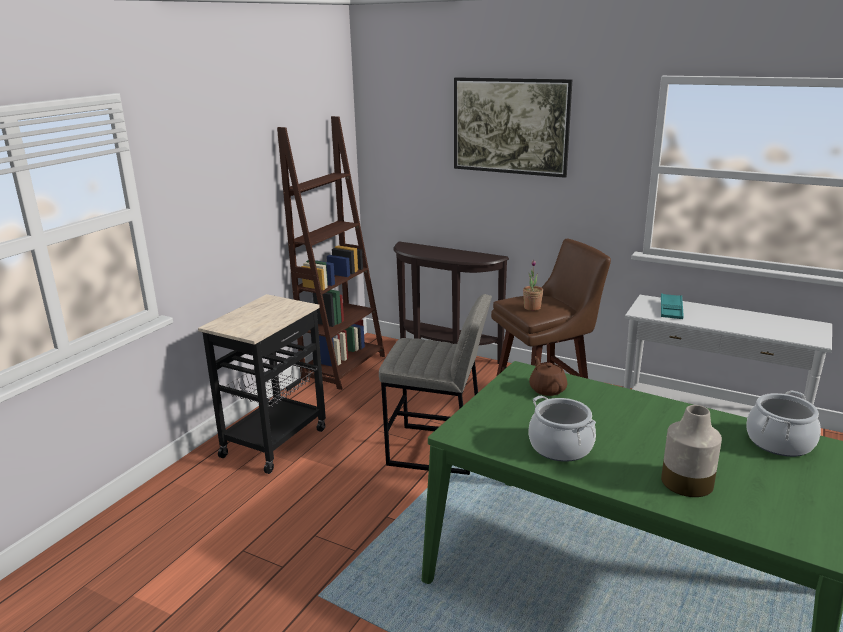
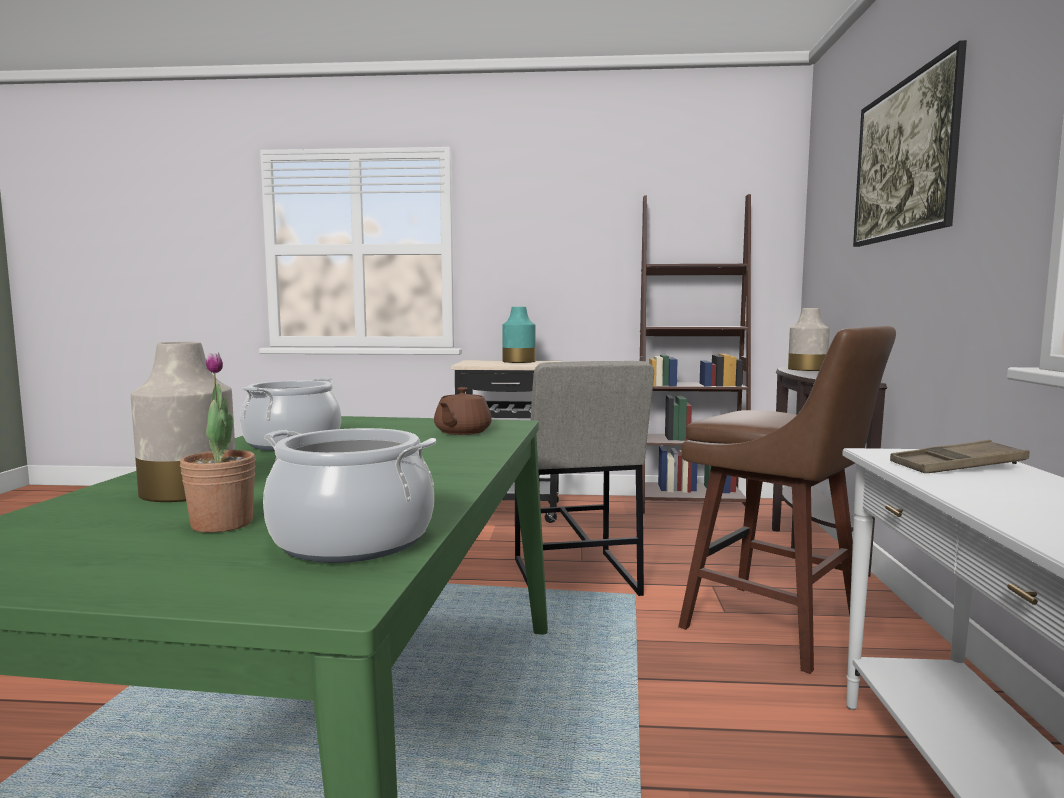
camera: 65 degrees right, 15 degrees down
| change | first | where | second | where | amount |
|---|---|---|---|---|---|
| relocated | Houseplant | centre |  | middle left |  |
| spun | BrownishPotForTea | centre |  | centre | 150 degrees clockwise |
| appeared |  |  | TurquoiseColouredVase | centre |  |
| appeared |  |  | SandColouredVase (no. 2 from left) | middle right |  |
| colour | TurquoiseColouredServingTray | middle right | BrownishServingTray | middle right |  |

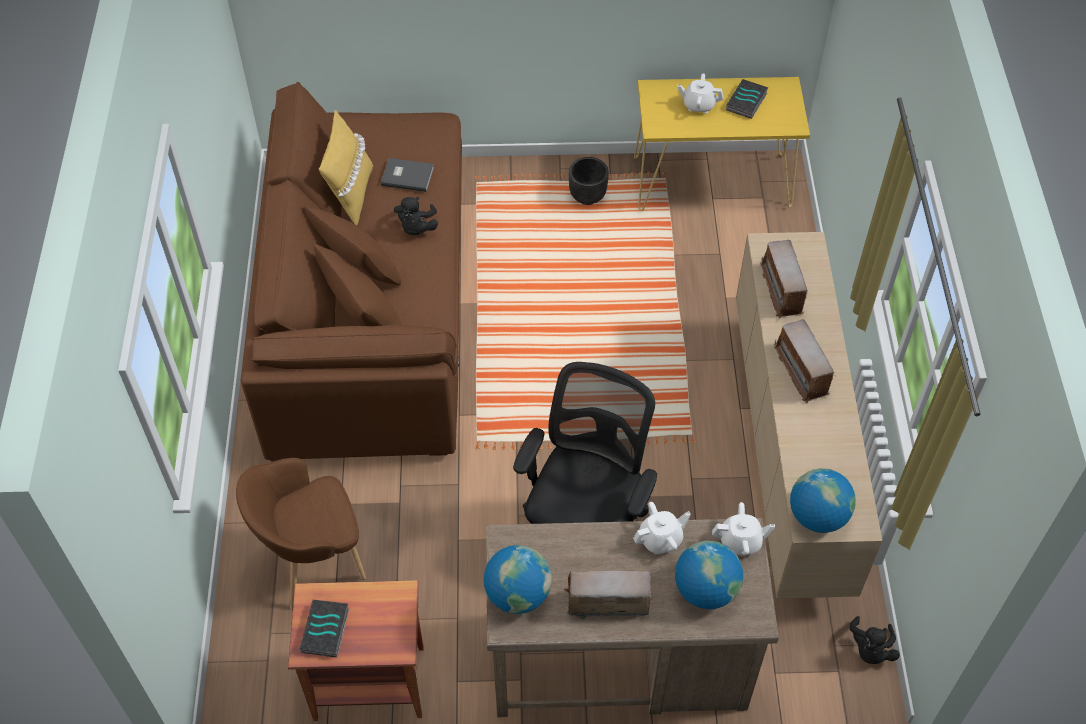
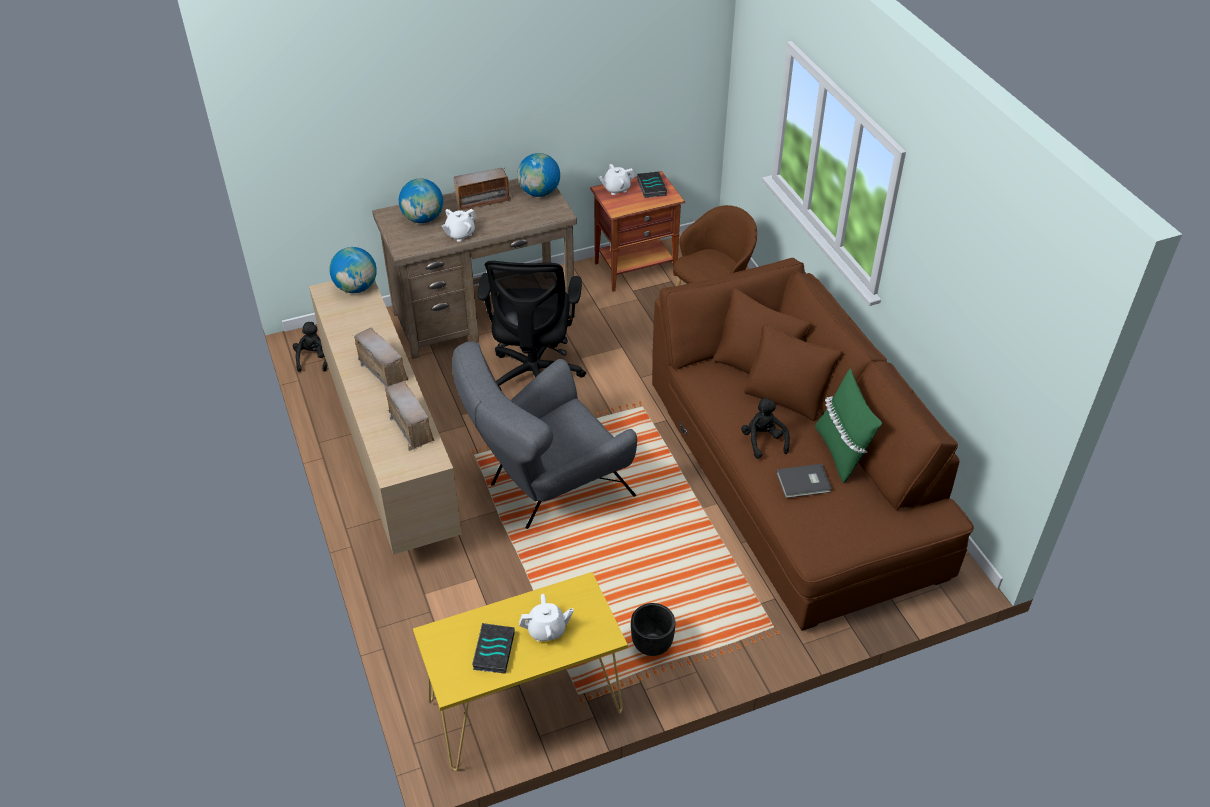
camera: 160 degrees right, 10 degrees down
| change | first | where | second | where | amount |
|---|---|---|---|---|---|
| appeared |  |  | GreyishArmchair | centre |  |
| relocated | WhitePotForTea (no. 3 from left) | bottom right |  | top centre |  |
| colour | YellowThrowPillow | top left | GreenColouredThrowPillow | middle right |  |

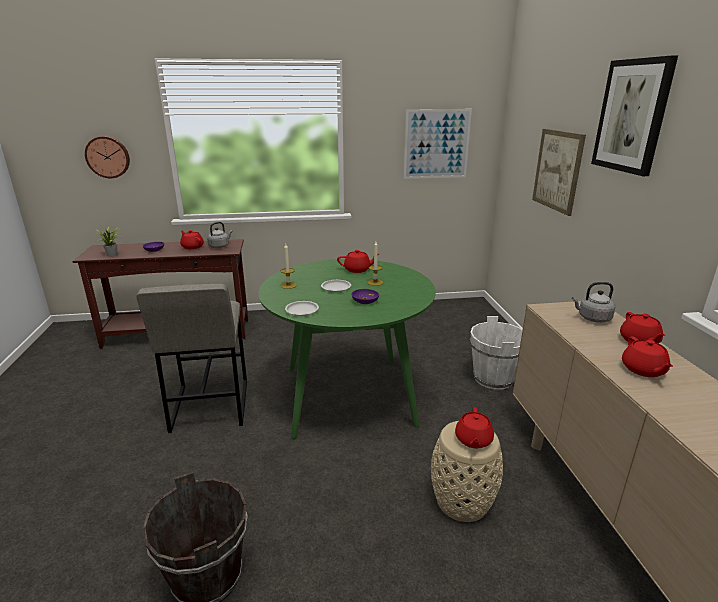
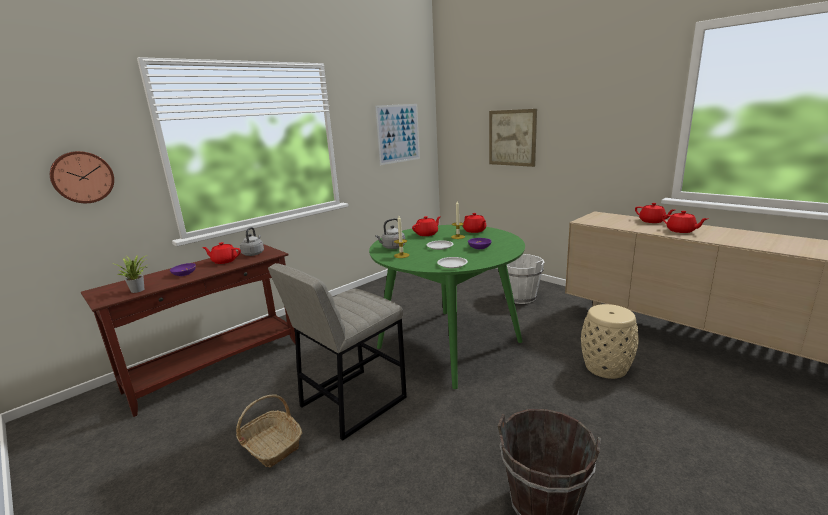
camera: 35 degrees left, 5 degrees down
| change | first | where | second | where | amount |
|---|---|---|---|---|---|
| appeared |  |  | StorageBasket | bottom left |  |
| spun | GreyishChair | middle left |  | bottom centre | 90 degrees clockwise |
| relocated | GreyishTeaKettle (no. 2 from left) | middle right |  | centre |  |
| relocated | RedColouredPotForTea (no. 3 from left) | bottom centre |  | centre |  |
| missing | WallPicture (no. 3 from left) | top right |  |  |  |

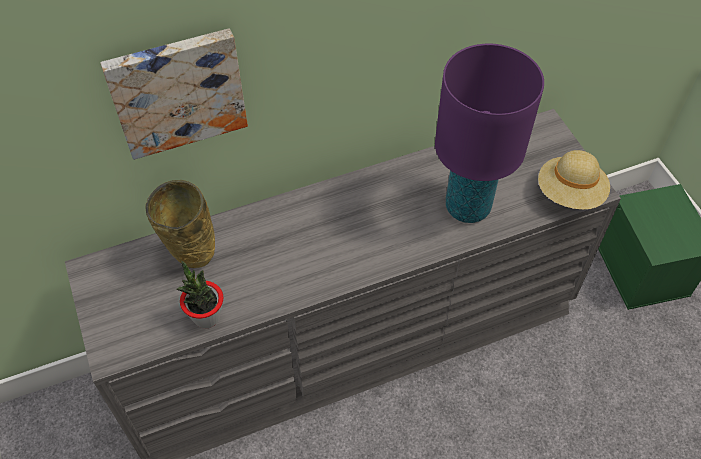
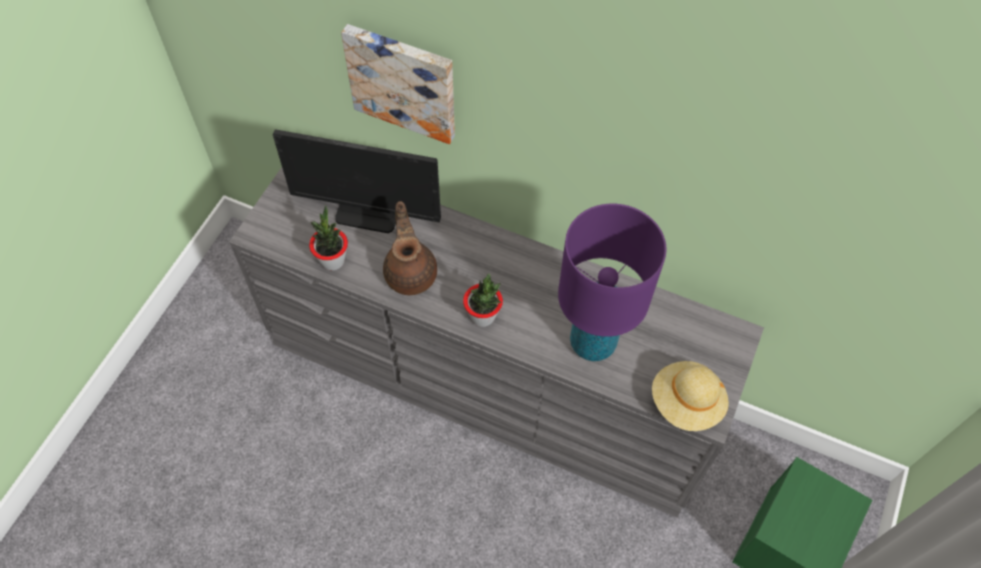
camera: 45 degrees right, 5 degrees up
| change | first | where | second | where | amount |
|---|---|---|---|---|---|
| exchanged | SandColouredVase | middle left | Monitor | top centre |  |
| appeared |  |  | BrownishPotForTea | centre |  |
| appeared |  |  | Houseplant (no. 2 from left) | centre |  |

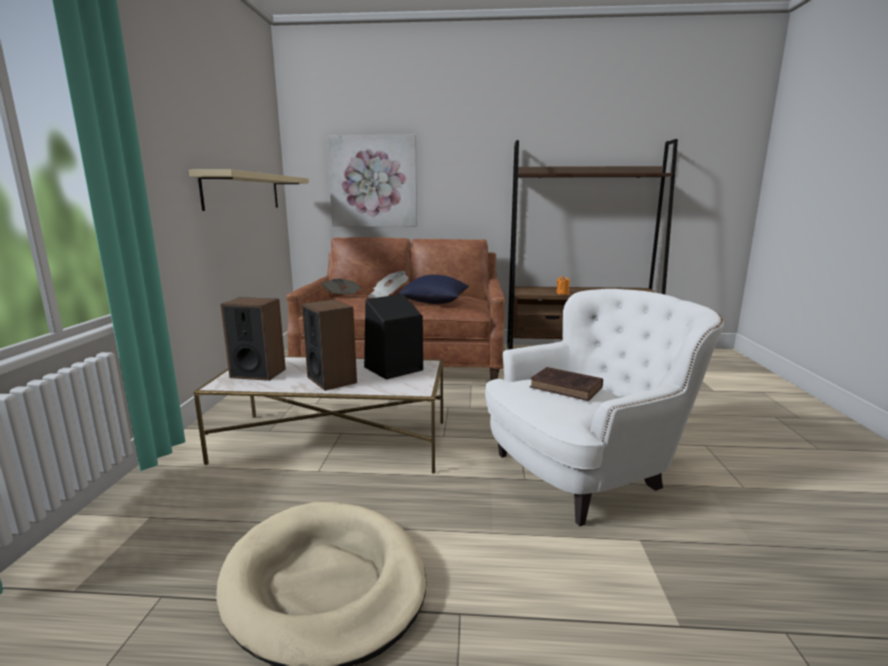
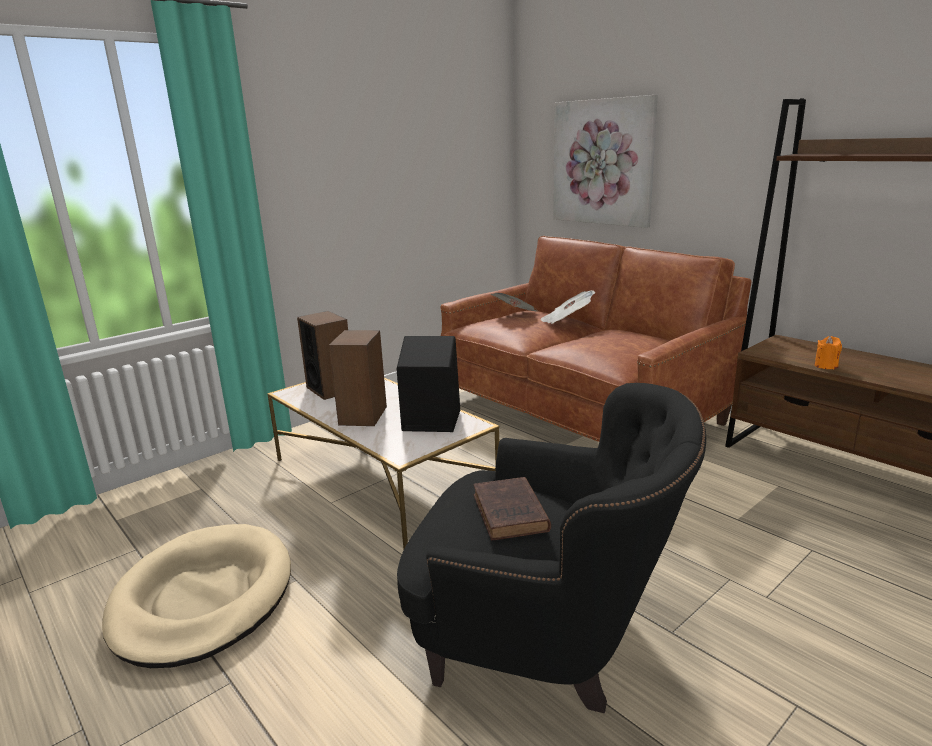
camera: 45 degrees right, 5 degrees up
| change | first | where | second | where | amount |
|---|---|---|---|---|---|
| colour | WhiteArmchair | middle right | BlackArmchair | bottom centre |  |
| missing | SandColouredShelf | top left |  |  |  |
| missing | BlueColouredThrowPillow | centre |  |  |  |

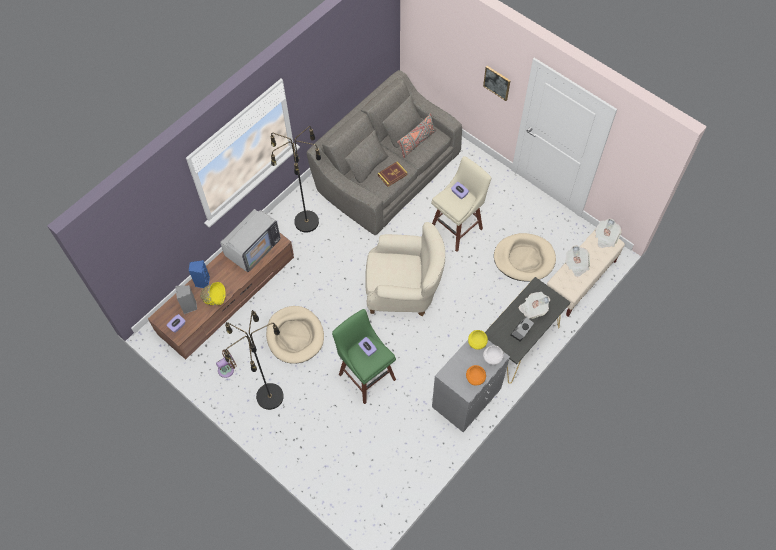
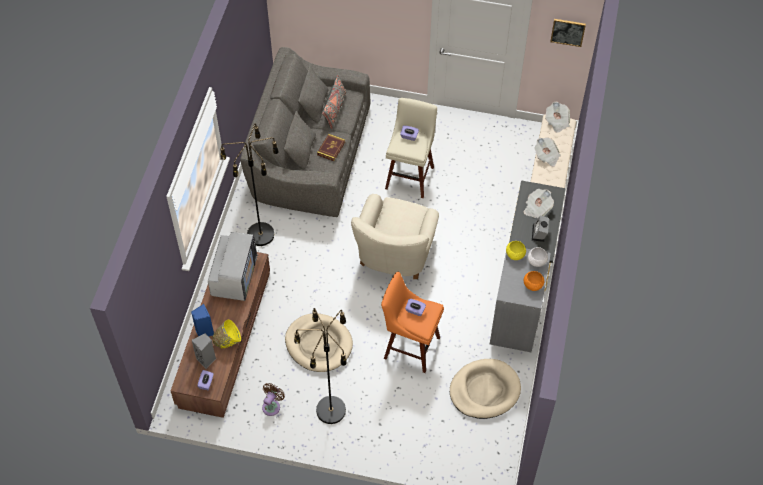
camera: 30 degrees left, 5 degrees down
| change | first | where | second | where | amount |
|---|---|---|---|---|---|
| spun | SandColouredArmchair | centre |  | centre | 135 degrees clockwise |
| colour | GreenColouredStool | centre | OrangeColouredStool | centre |  |
| relocated | SandColouredDogCushion (no. 2 from left) | middle right |  | bottom centre |  |
| relocated | WallPicture | top centre |  | top right |  |

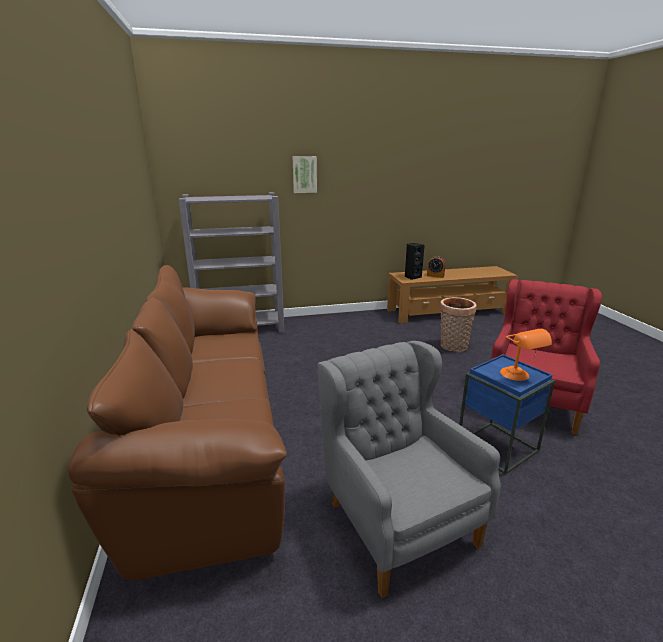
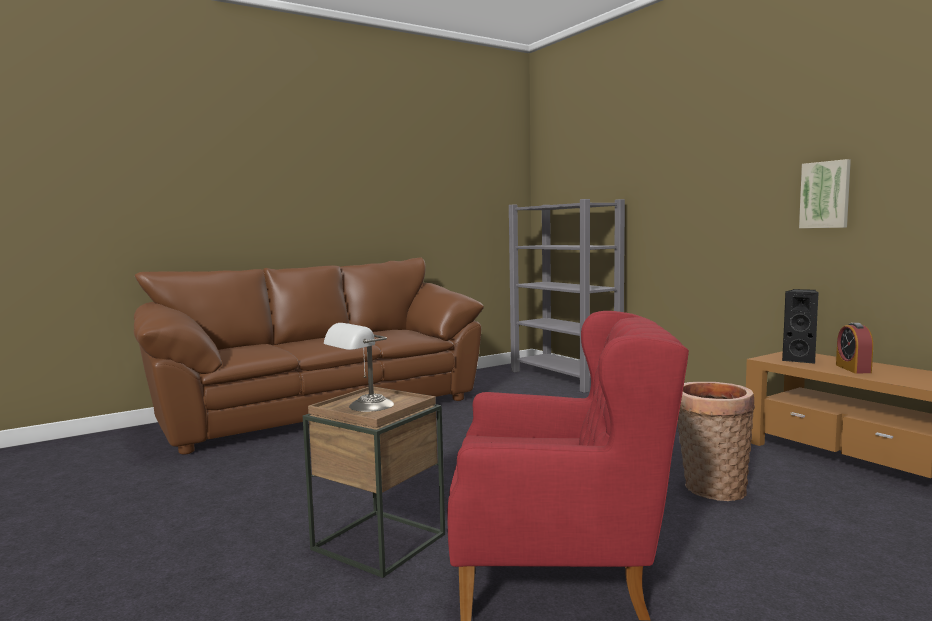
camera: 70 degrees right, 15 degrees down
| change | first | where | second | where | amount |
|---|---|---|---|---|---|
| colour | BlueColouredSideTable | middle right | BrownishSideTable | bottom centre |  |
| colour | OrangeColouredTabletopLamp | middle right | WhiteTabletopLamp | centre |  |
| relocated | WallPicture | top centre |  | top right |  |
| missing | GreyishArmchair | bottom centre |  |  |  |

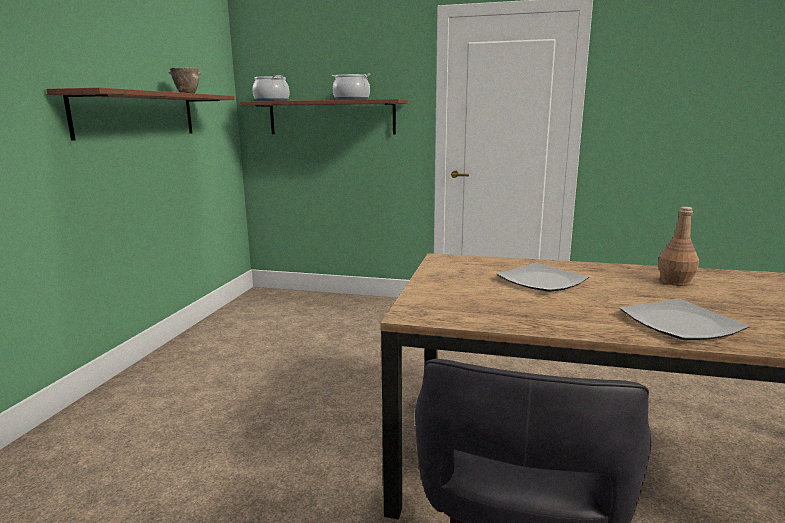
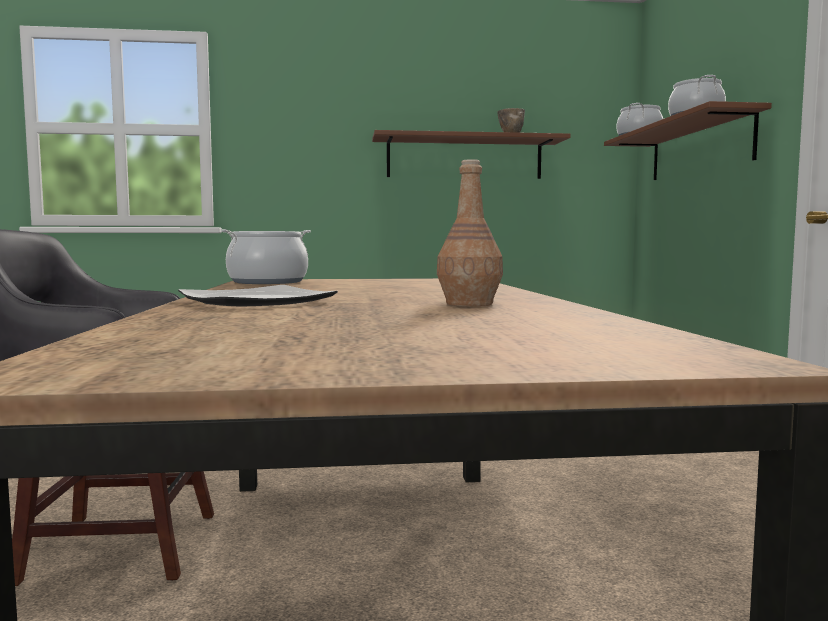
camera: 70 degrees right, 10 degrees down
| change | first | where | second | where | amount |
|---|---|---|---|---|---|
| appeared |  |  | CookingPot (no. 1 from left) | middle left |  |
| missing | FlatDish (no. 1 from left) | middle right |  |  |  |

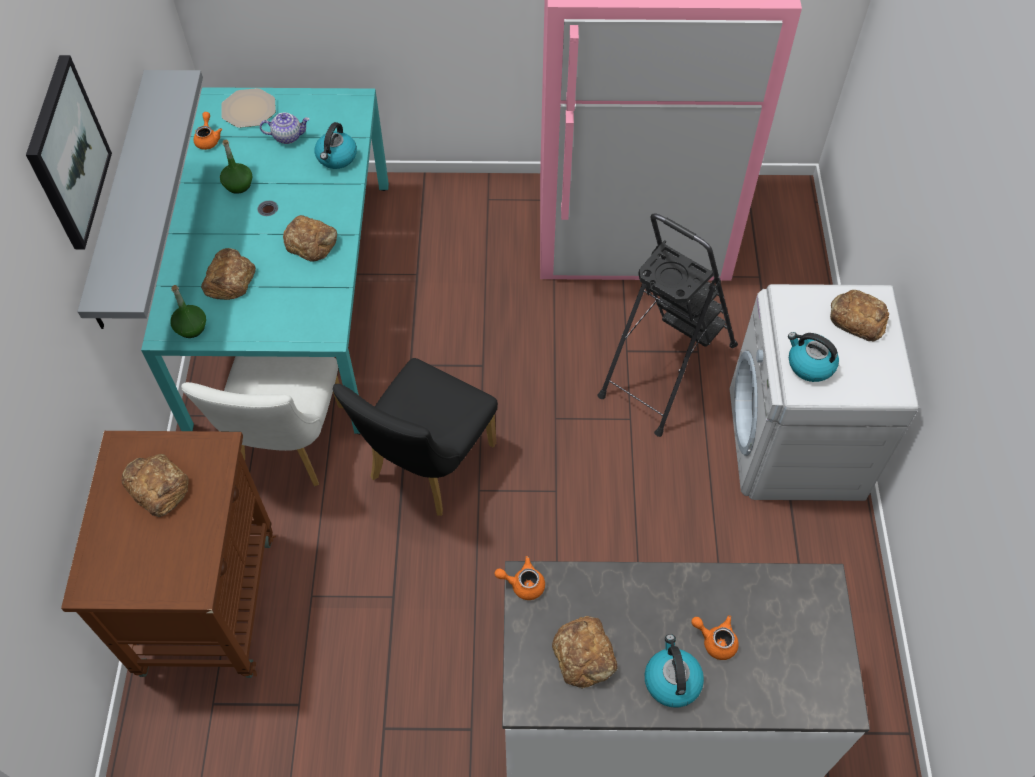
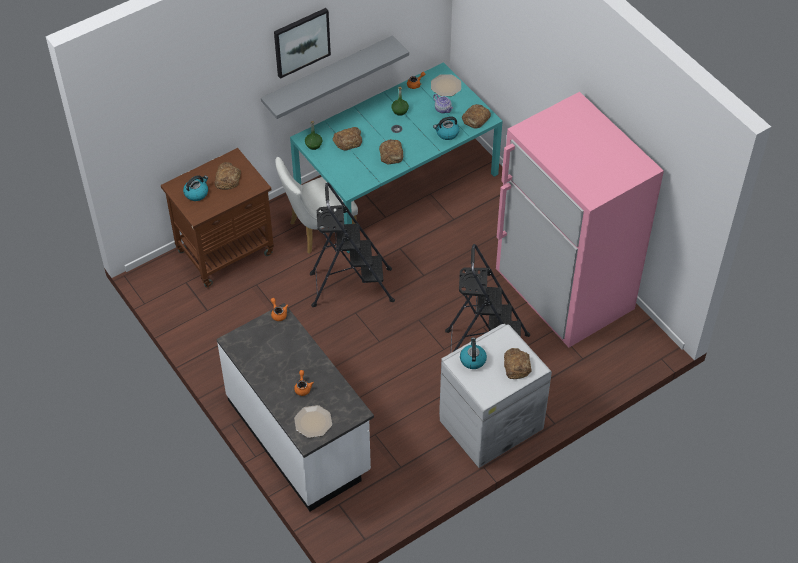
camera: 55 degrees right, 5 degrees down
| change | first | where | second | where | amount |
|---|---|---|---|---|---|
| relocated | TeaKettle (no. 2 from left in the first image) | bottom centre | TeaKettle (no. 1 from left) | middle left |  |
| appeared |  |  | FlatDish (no. 1 from left) | bottom centre |  |
| exchanged | BlackChair | centre | Stepladder (no. 1 from left) | centre |  |
| relocated | BakedBread (no. 4 from left) | bottom centre |  | top centre |  |

